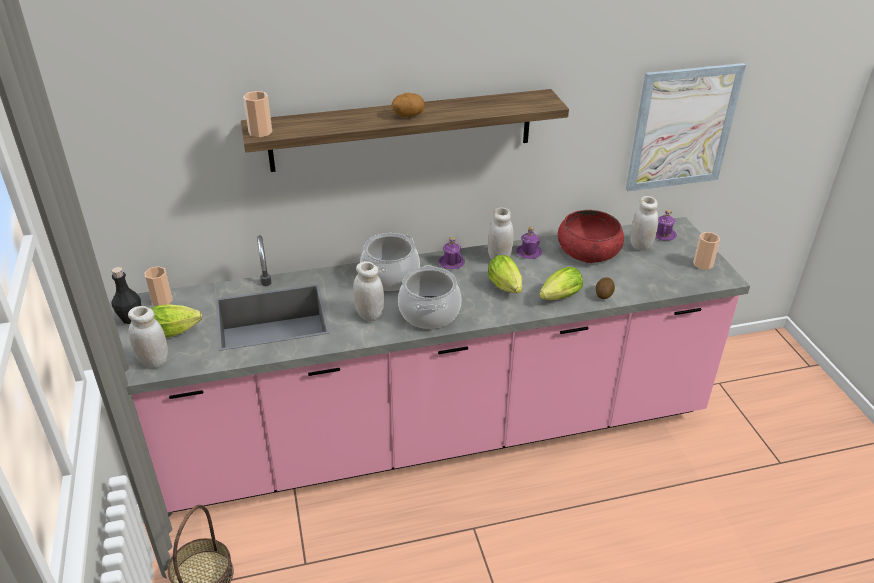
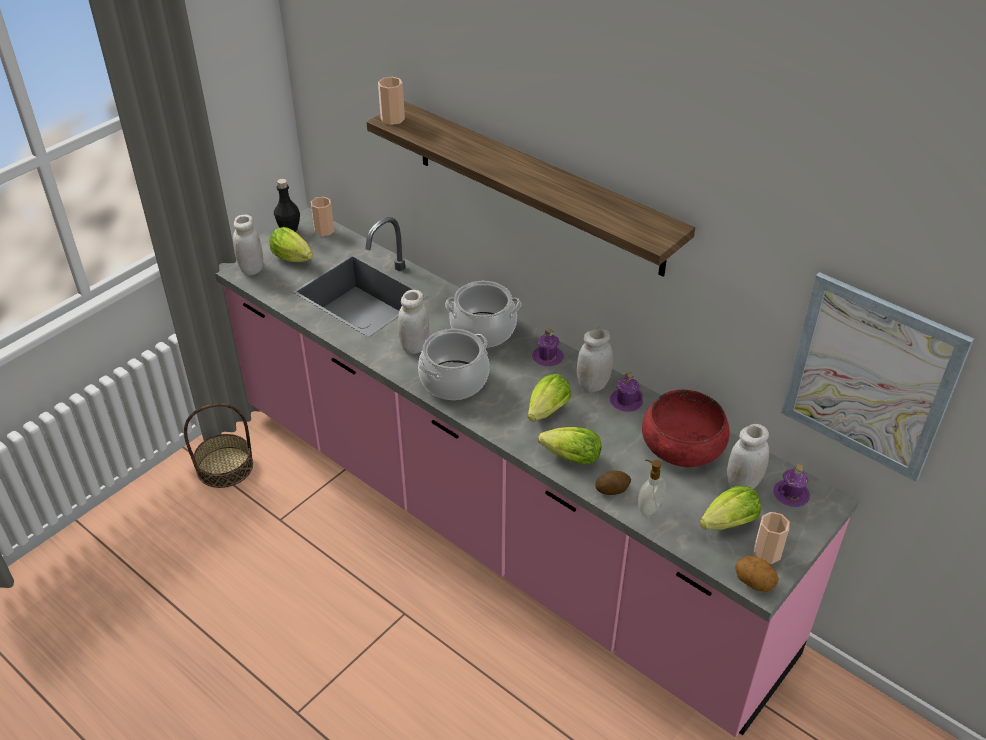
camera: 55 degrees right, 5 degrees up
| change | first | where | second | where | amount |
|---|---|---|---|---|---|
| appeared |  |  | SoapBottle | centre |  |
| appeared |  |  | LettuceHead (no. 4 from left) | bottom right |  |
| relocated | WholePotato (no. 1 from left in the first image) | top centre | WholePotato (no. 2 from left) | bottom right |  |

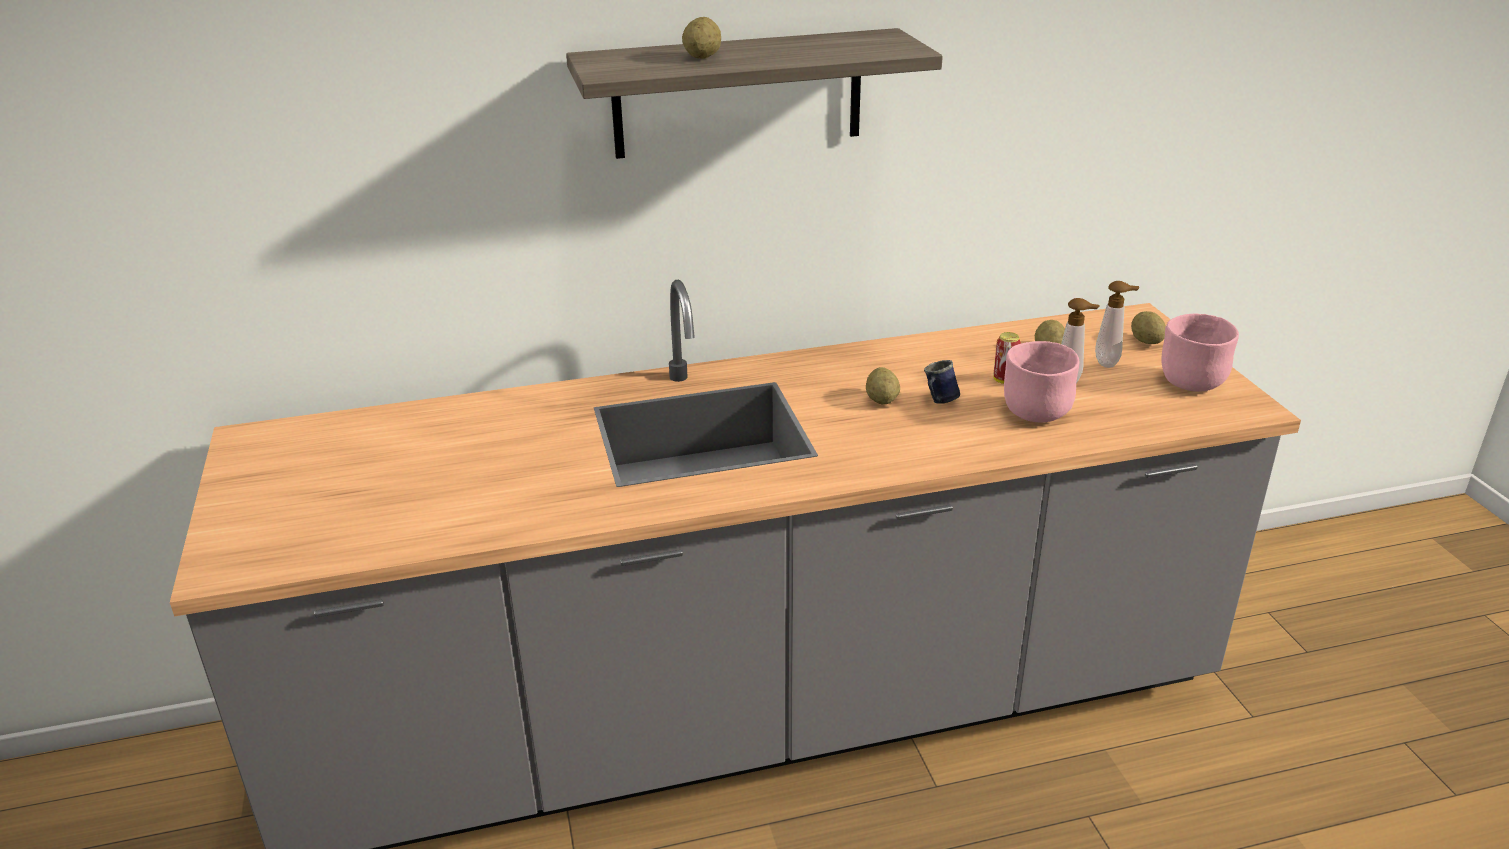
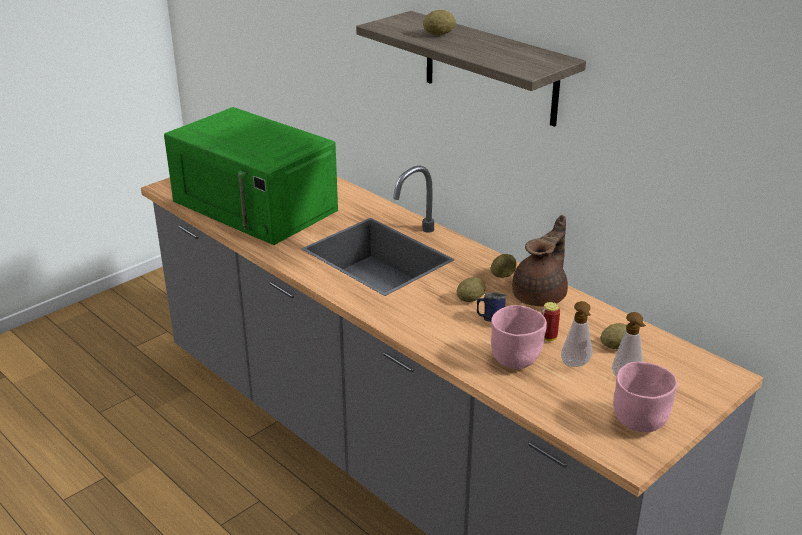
camera: 60 degrees right, 0 degrees up
| change | first | where | second | where | amount |
|---|---|---|---|---|---|
| appeared |  |  | GreenColouredMicrowaveOven | top left |  |
| relocated | WholePotato (no. 4 from left in the first image) | middle right | WholePotato (no. 3 from left) | centre |  |
| appeared |  |  | BrownishPotForTea | middle right |  |

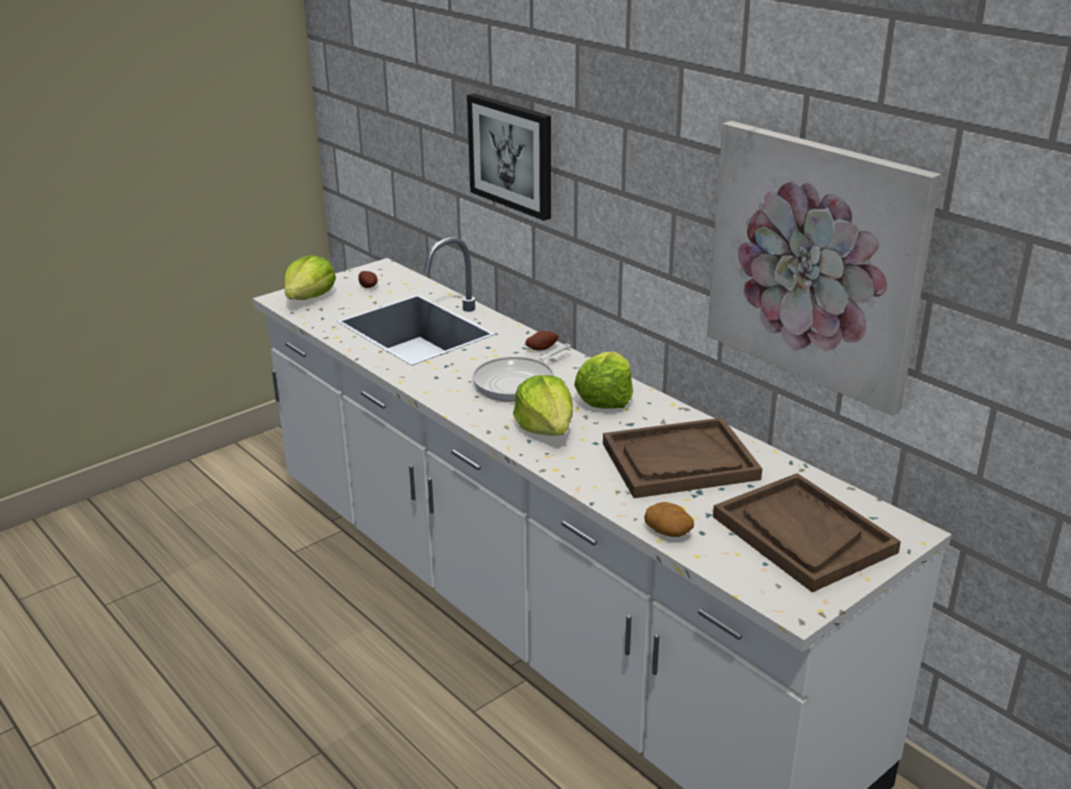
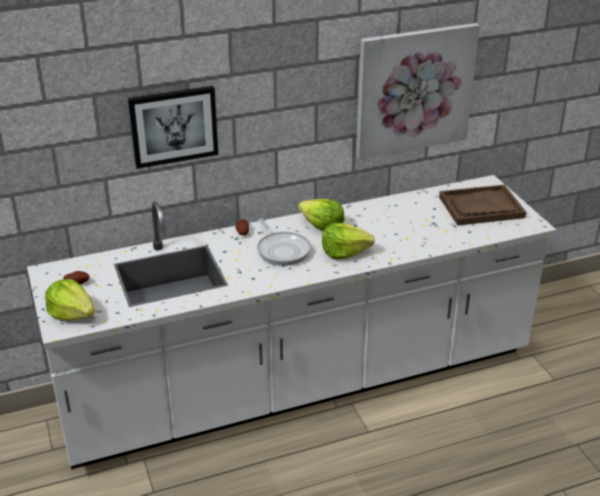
camera: 70 degrees left, 5 degrees up
| change | first | where | second | where | amount |
|---|---|---|---|---|---|
| missing | BrownishServingTray (no. 1 from left) | centre |  |  |  |
| missing | WholePotato (no. 3 from left) | centre |  |  |  |

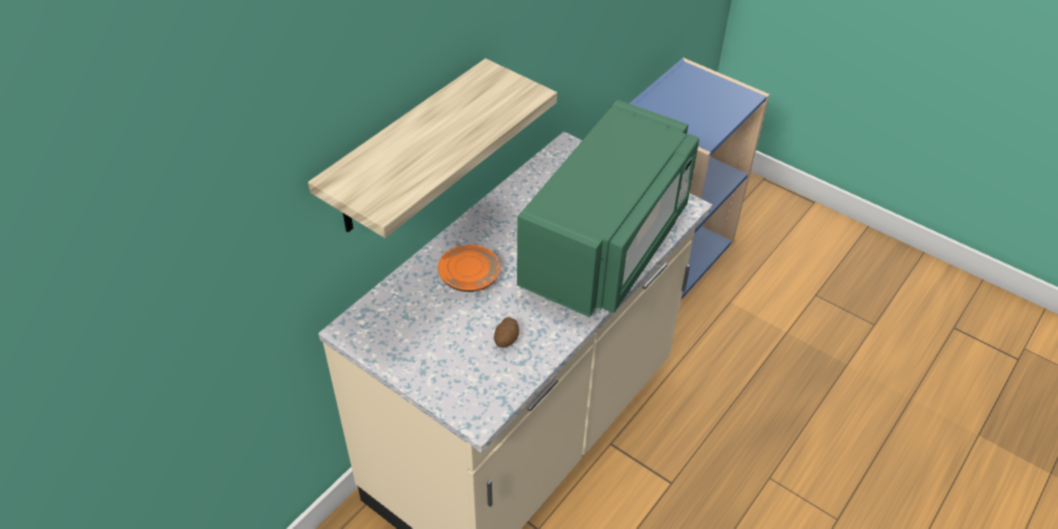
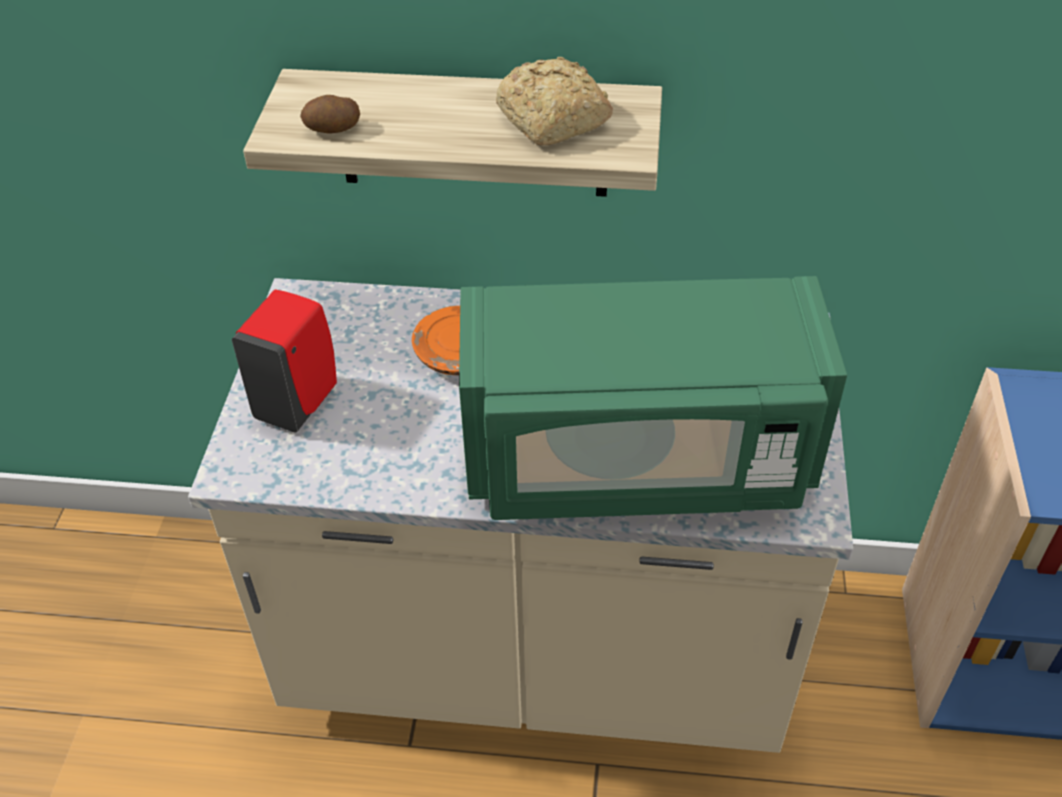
camera: 60 degrees right, 0 degrees up
| change | first | where | second | where | amount |
|---|---|---|---|---|---|
| appeared |  |  | RedColouredSoapBottle | middle left |  |
| relocated | WholePotato | centre |  | top left |  |
| appeared |  |  | BakedBread | top centre |  |

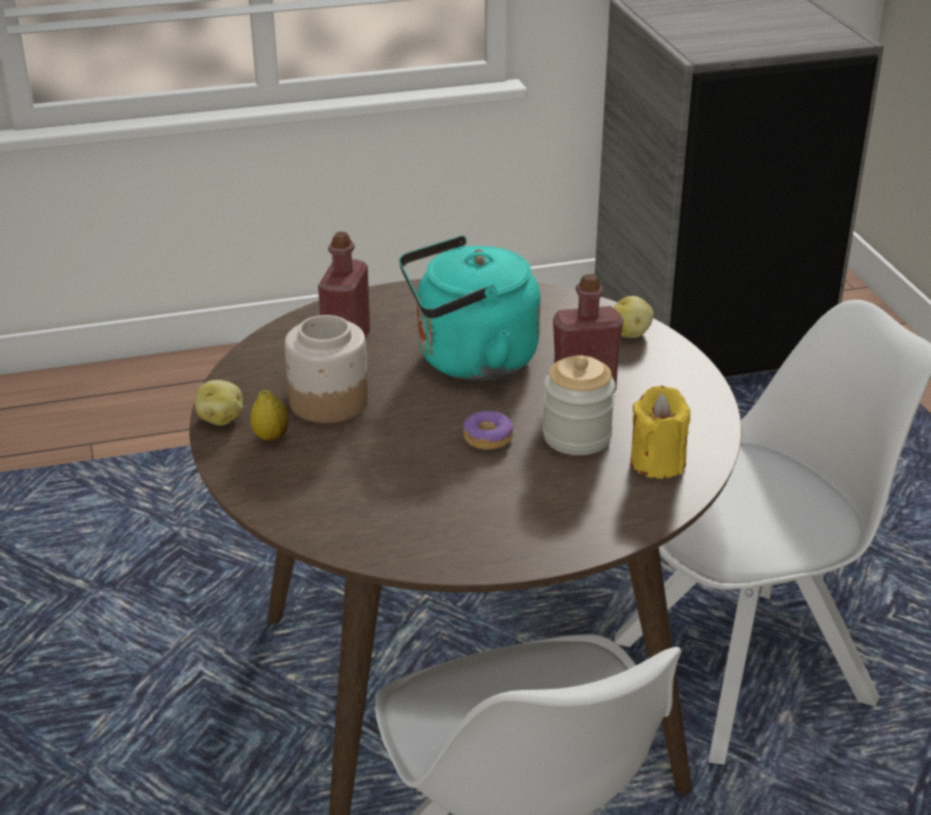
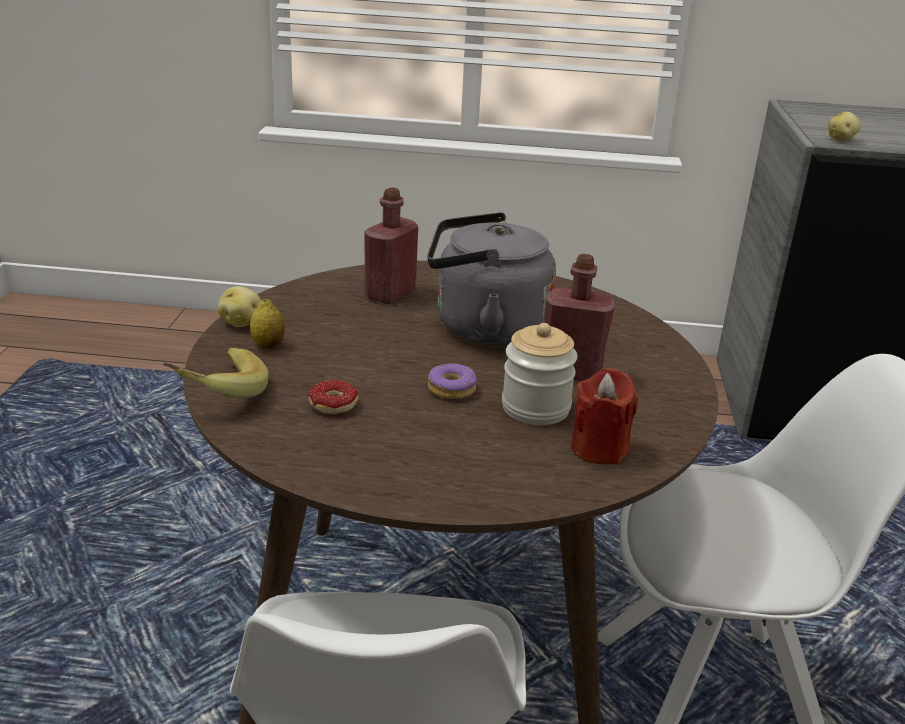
camera: 20 degrees right, 5 degrees down
| change | first | where | second | where | amount |
|---|---|---|---|---|---|
| appeared |  |  | BananaFruit | middle left |  |
| appeared |  |  | Doughnut (no. 1 from left) | centre |  |
| colour | TurquoiseColouredTeaKettle | centre | GreyishTeaKettle | centre |  |
| colour | YellowWaxLight | middle right | RedColouredWaxLight | middle right |  |
| relocated | WholePotato (no. 2 from left) | middle right |  | top right |  |
| missing | PreserveJar (no. 1 from left) | centre |  |  |  |

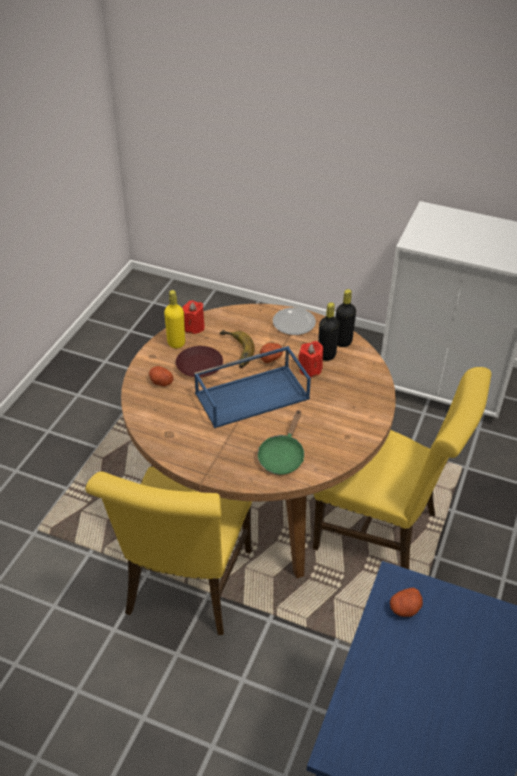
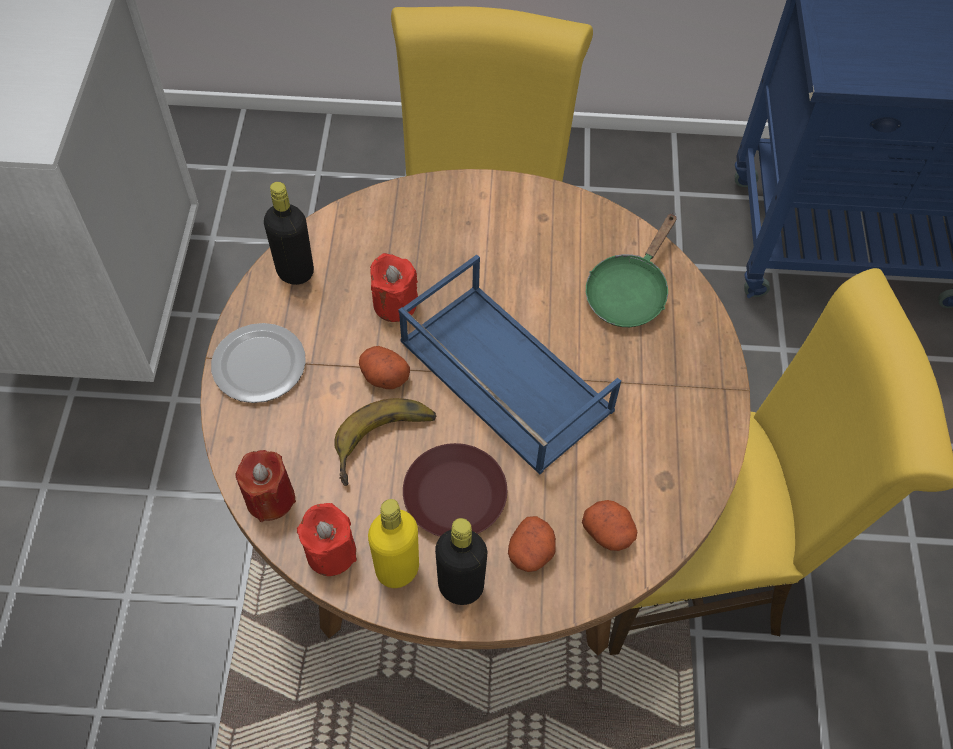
camera: 110 degrees left, 15 degrees up
| change | first | where | second | where | amount |
|---|---|---|---|---|---|
| appeared |  |  | RedColouredWaxLight (no. 1 from left) | middle left |  |
| relocated | BlackDrinkBottle (no. 1 from left in the first image) | centre | BlackDrinkBottle (no. 2 from left) | bottom centre |  |
| relocated | WholePotato (no. 3 from left) | bottom right |  | bottom centre |  |
| spun | GreenColouredPan | centre |  | centre | 120 degrees clockwise |

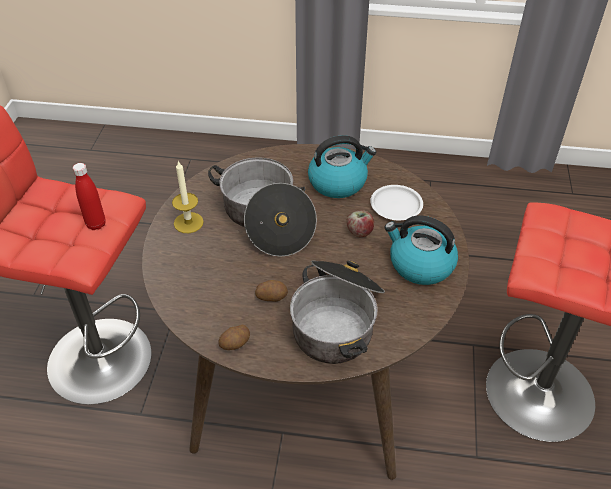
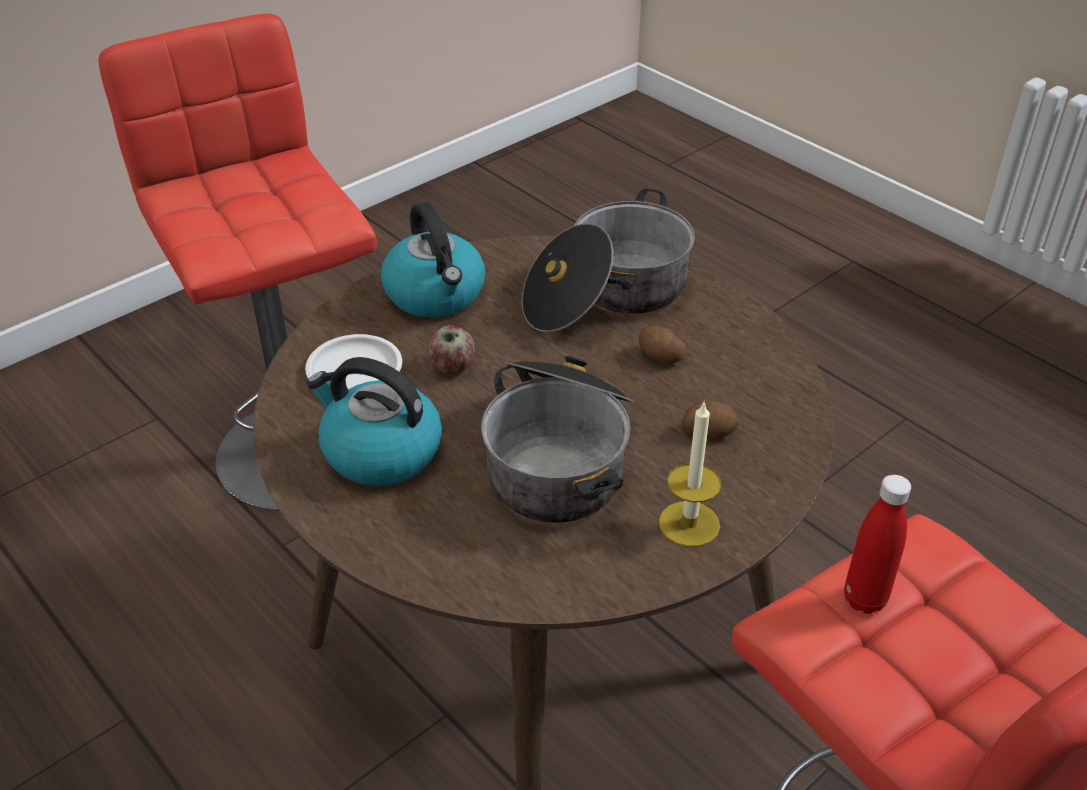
camera: 140 degrees left, 5 degrees down
| change | first | where | second | where | amount |
|---|---|---|---|---|---|
| relocated | WholePotato (no. 1 from left in the first image) | bottom centre | WholePotato (no. 2 from left) | centre |  |

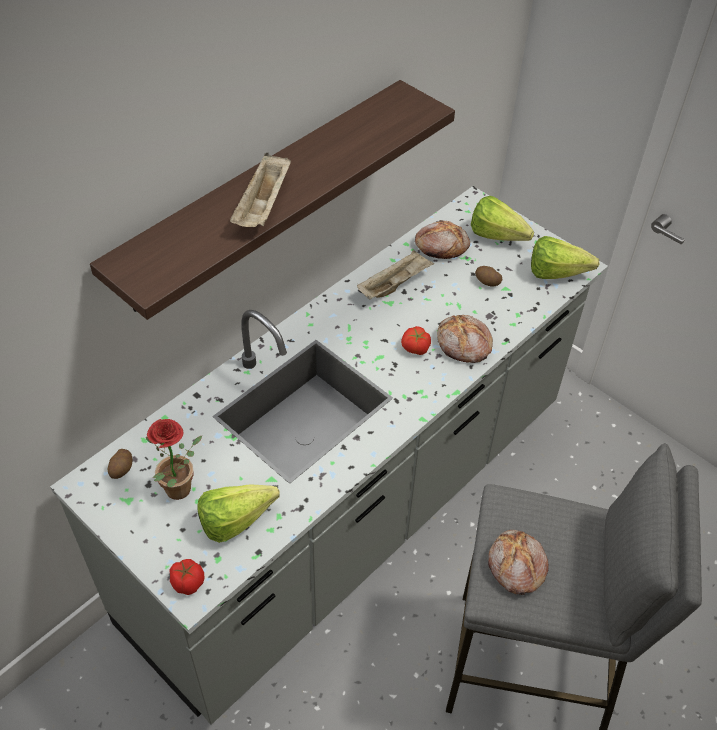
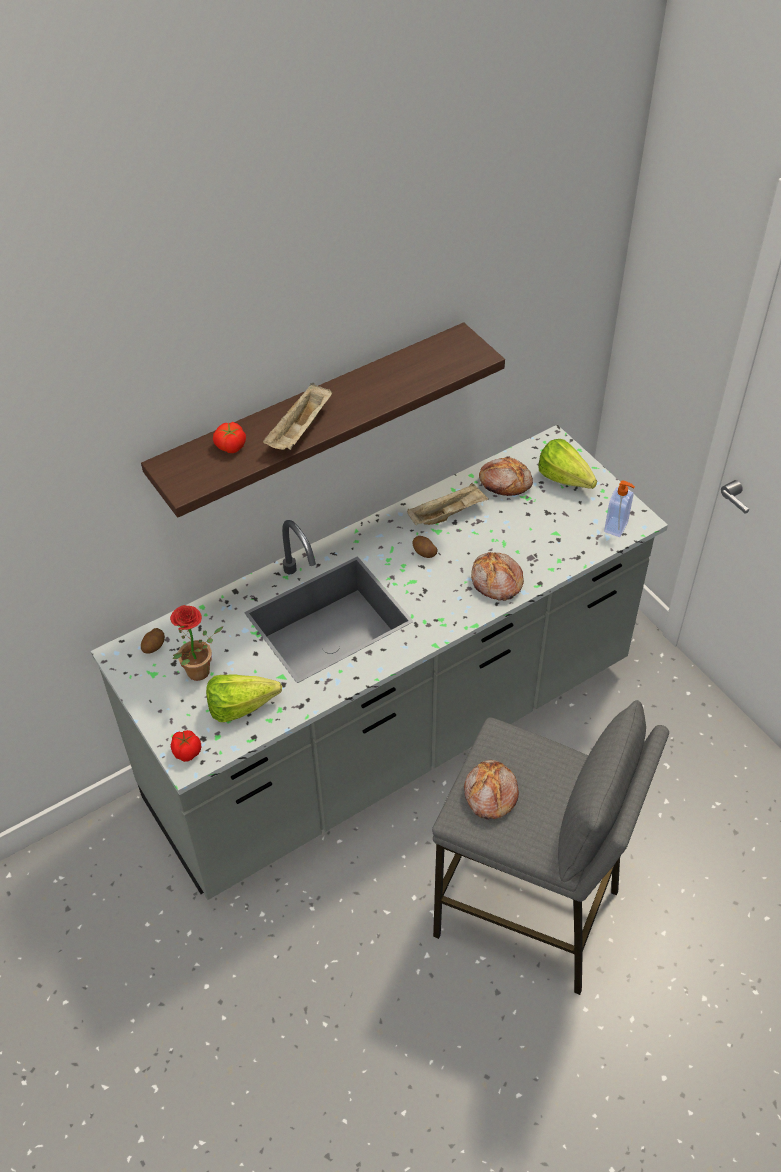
camera: 15 degrees right, 0 degrees up
| change | first | where | second | where | amount |
|---|---|---|---|---|---|
| relocated | Tomato (no. 2 from left) | centre |  | middle left |  |
| relocated | WholePotato (no. 2 from left) | middle right |  | centre |  |
| exchanged | LettuceHead (no. 3 from left) | middle right | SoapBottle | middle right |  |

